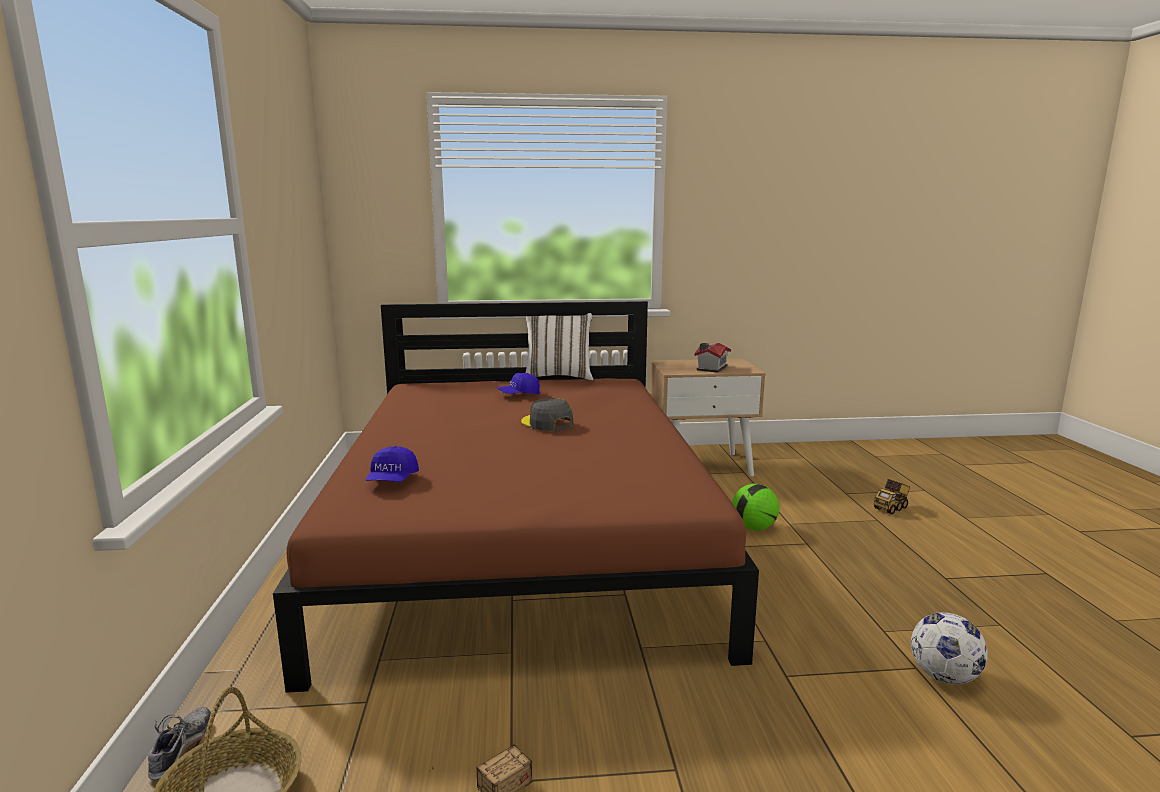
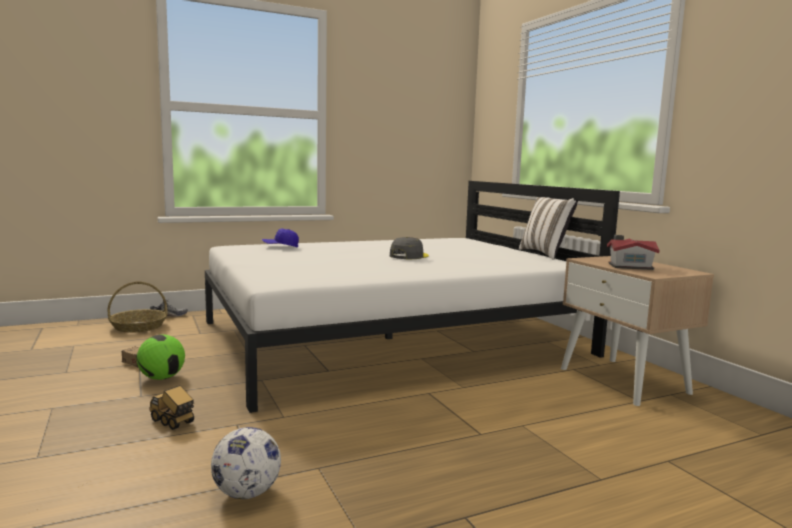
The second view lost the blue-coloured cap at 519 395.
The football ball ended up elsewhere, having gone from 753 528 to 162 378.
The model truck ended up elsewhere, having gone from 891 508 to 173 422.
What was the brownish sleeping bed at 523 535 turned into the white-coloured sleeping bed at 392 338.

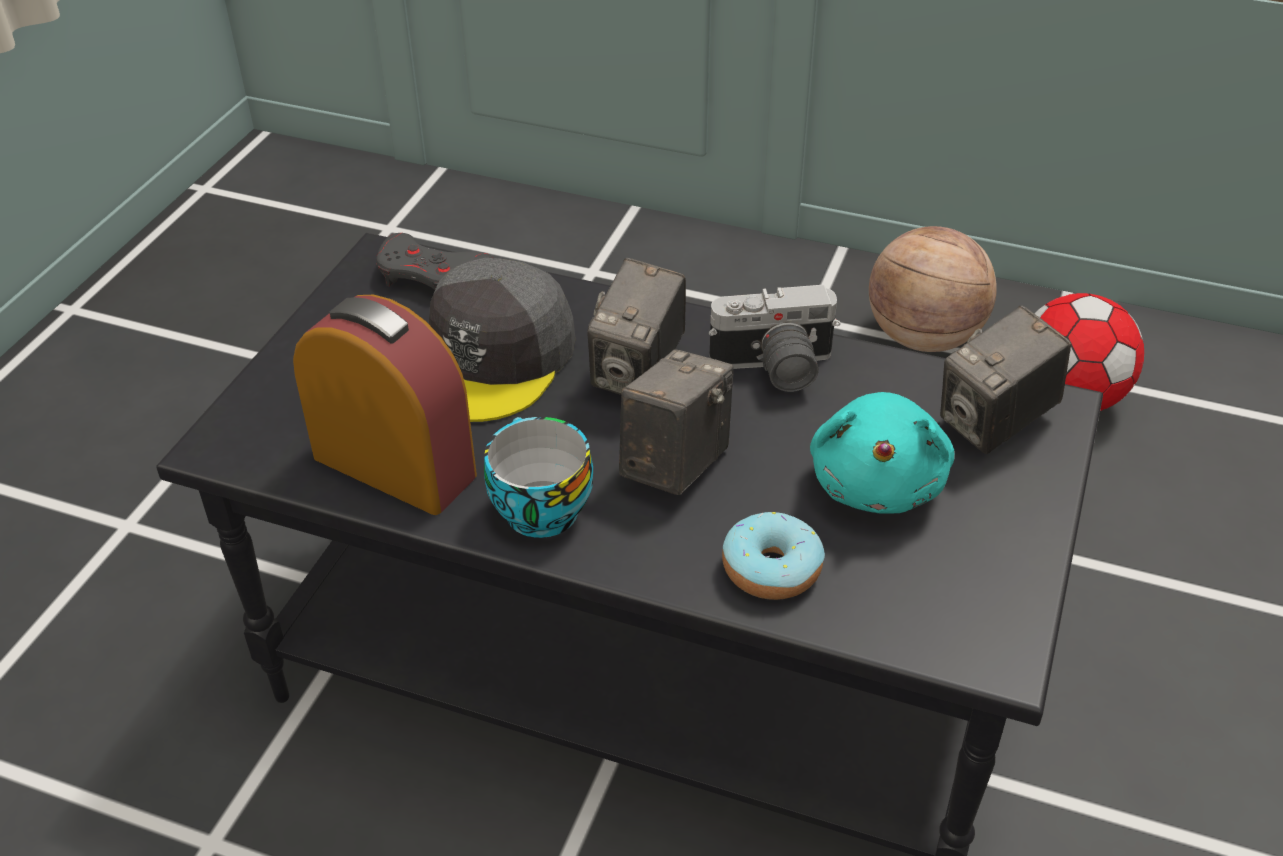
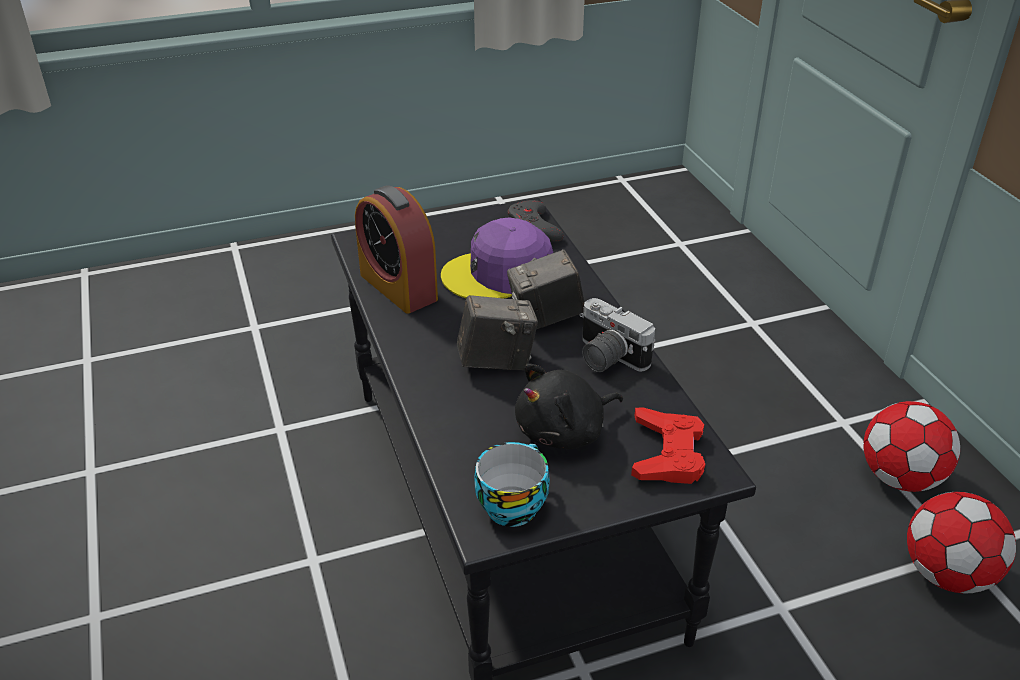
The second view lost the ring doughnut at 771 569.
The cup ended up elsewhere, having gone from 537 508 to 511 504.
Where the basketball stood at 923 338, the football ball came to stand at 900 478.
Where the photo camera stood at 995 423, the red-coloured joypad came to stand at 667 453.
What was the greyish cap at 493 358 turned into the purplish cap at 499 274.
What was the turquoise soft toy at 877 482 turned into the blackish soft toy at 564 432.
The alarm clock at 394 466 ended up facing another way, 150 degrees clockwise from before.

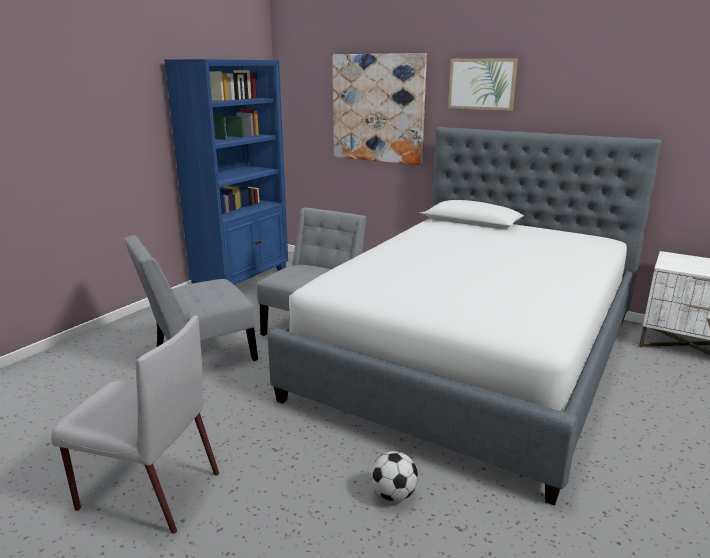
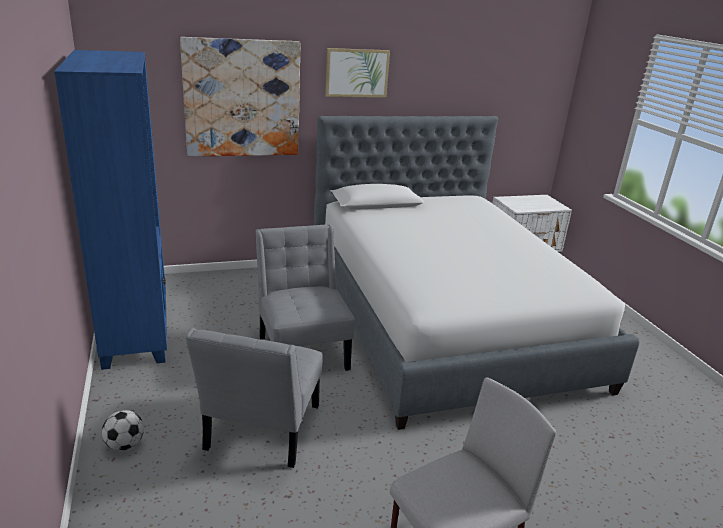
The football ball ended up elsewhere, having gone from 393 495 to 125 445.

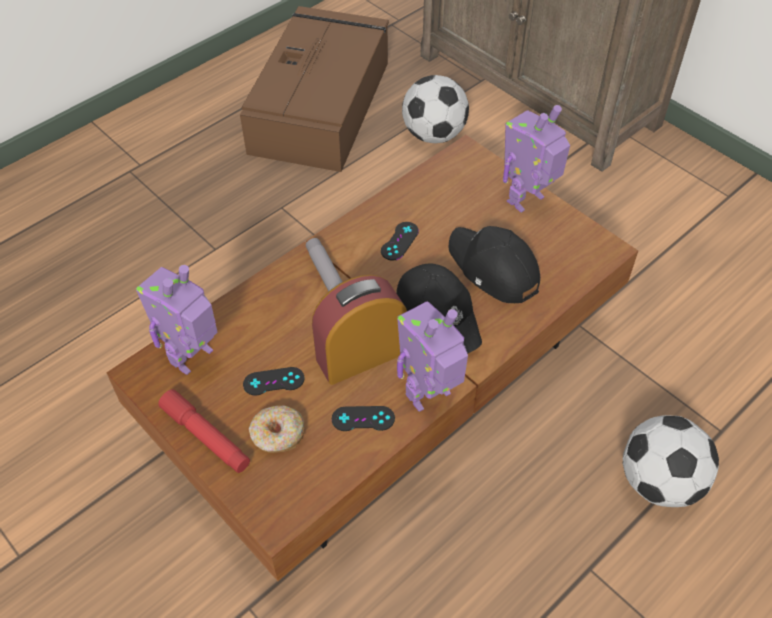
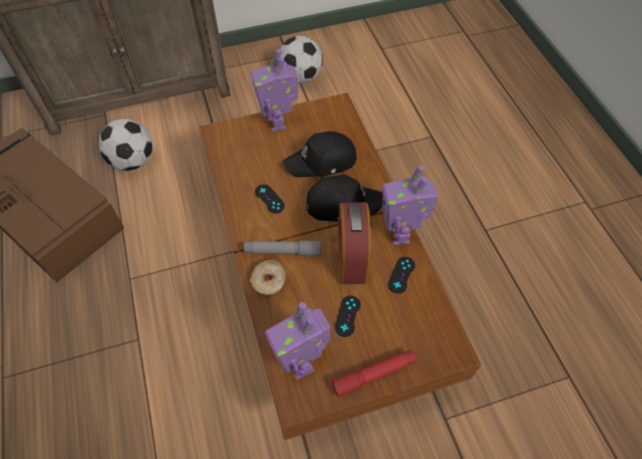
The ring doughnut ended up elsewhere, having gone from 277 435 to 269 281.
The football ball ended up elsewhere, having gone from 659 482 to 300 77.

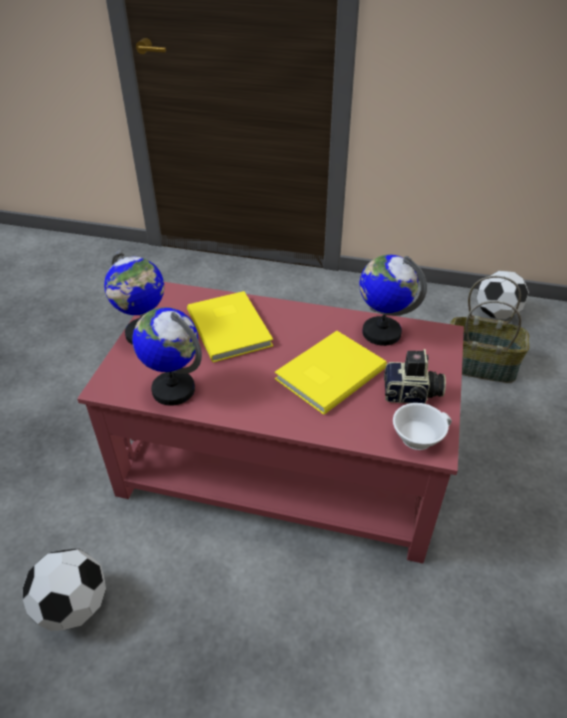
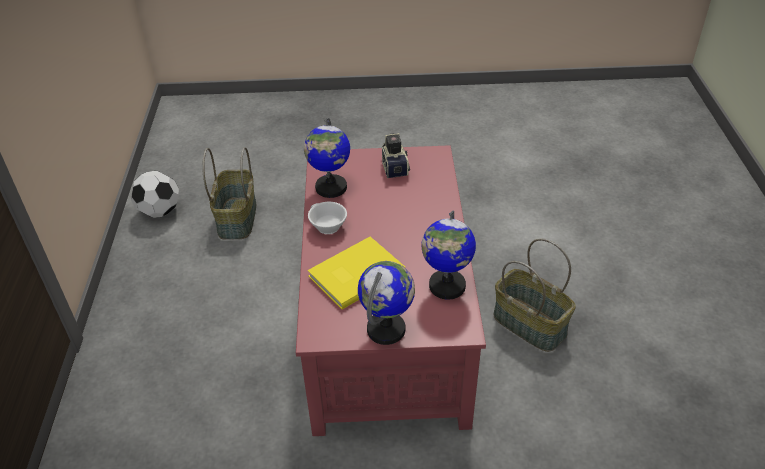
The second view lost the football ball at 74 606.
The second view lost the yellowish volume at 327 373.
The second view gained the household basket at 530 324.
The white-coloured cup ended up elsewhere, having gone from 417 436 to 326 226.

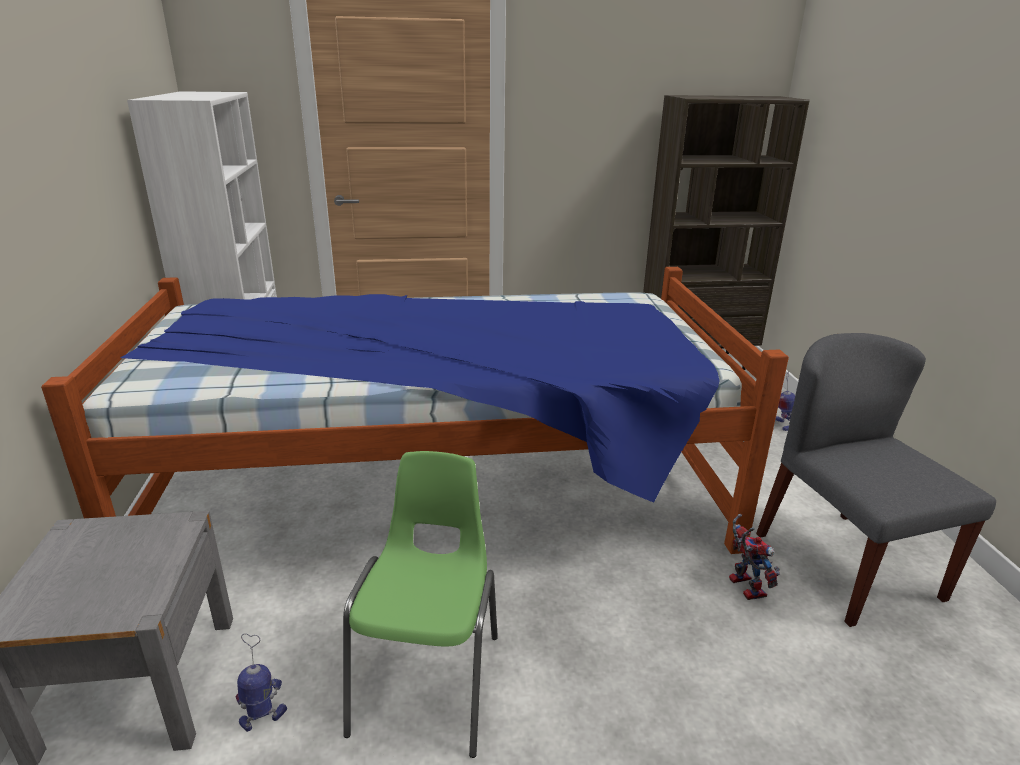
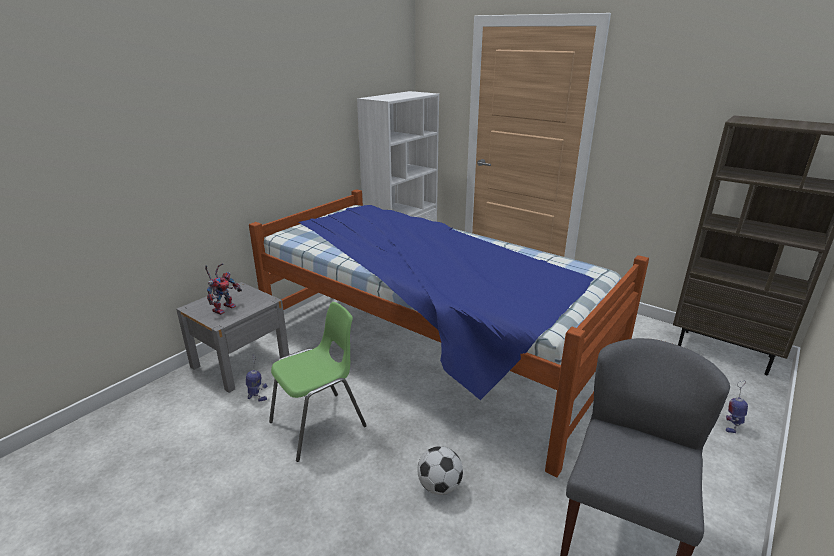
The second view gained the football ball at 439 486.
The robot figure ended up elsewhere, having gone from 742 585 to 224 307.

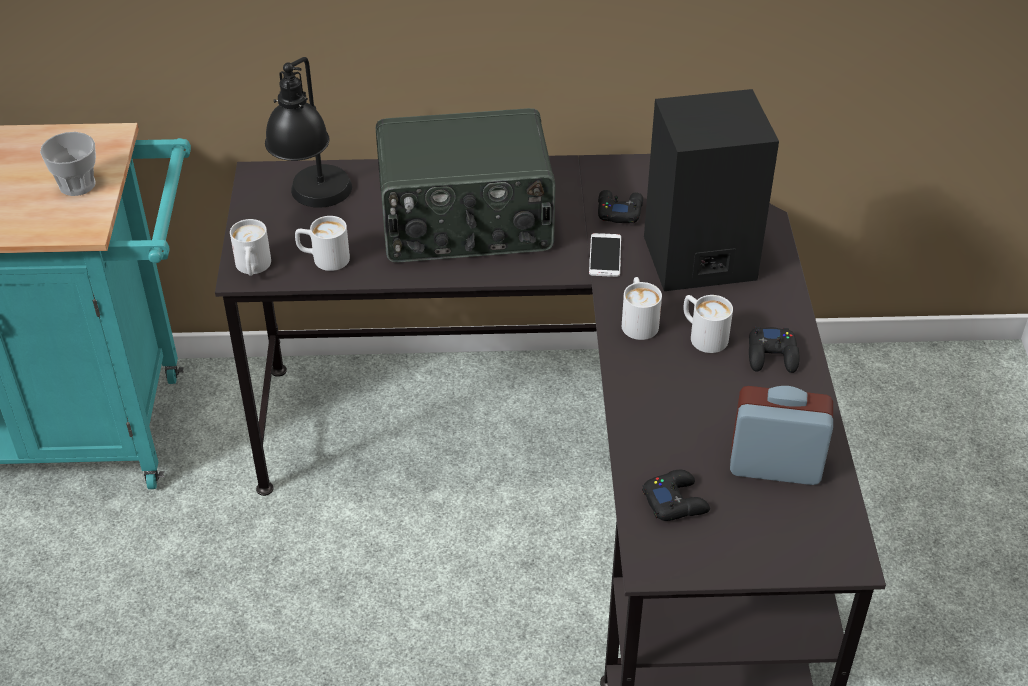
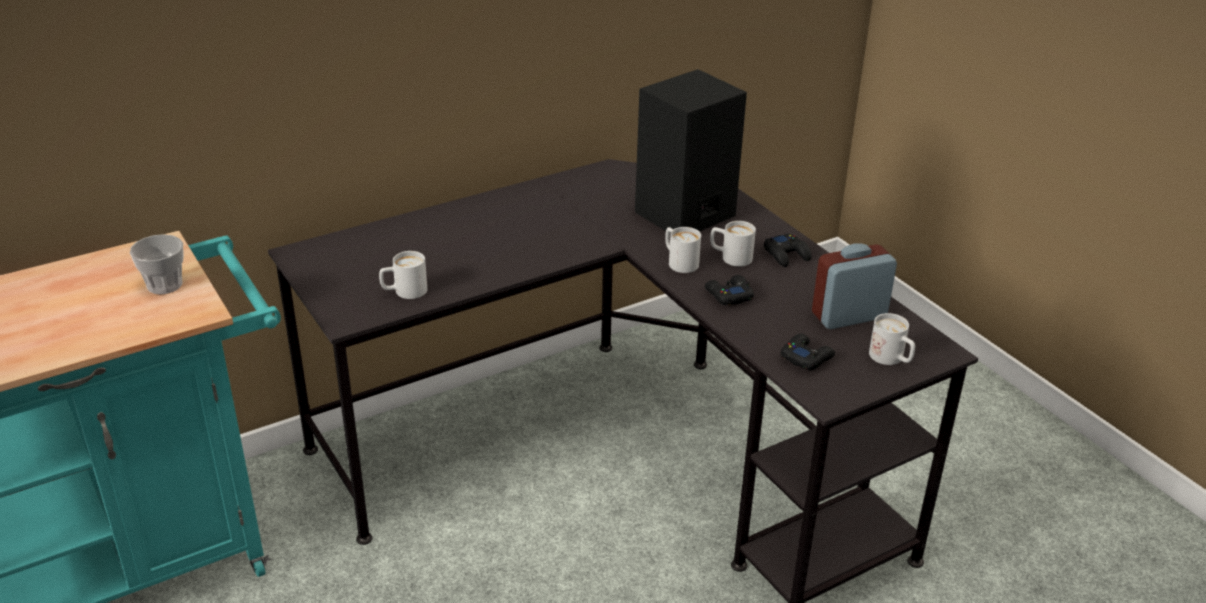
The second view lost the blackish table lamp at 315 205.
The second view lost the radio receiver at 465 223.
The second view lost the phone at 605 255.
The white-coloured mug ended up elsewhere, having gone from 253 268 to 891 359.
The blackish joypad ended up elsewhere, having gone from 619 211 to 728 295.

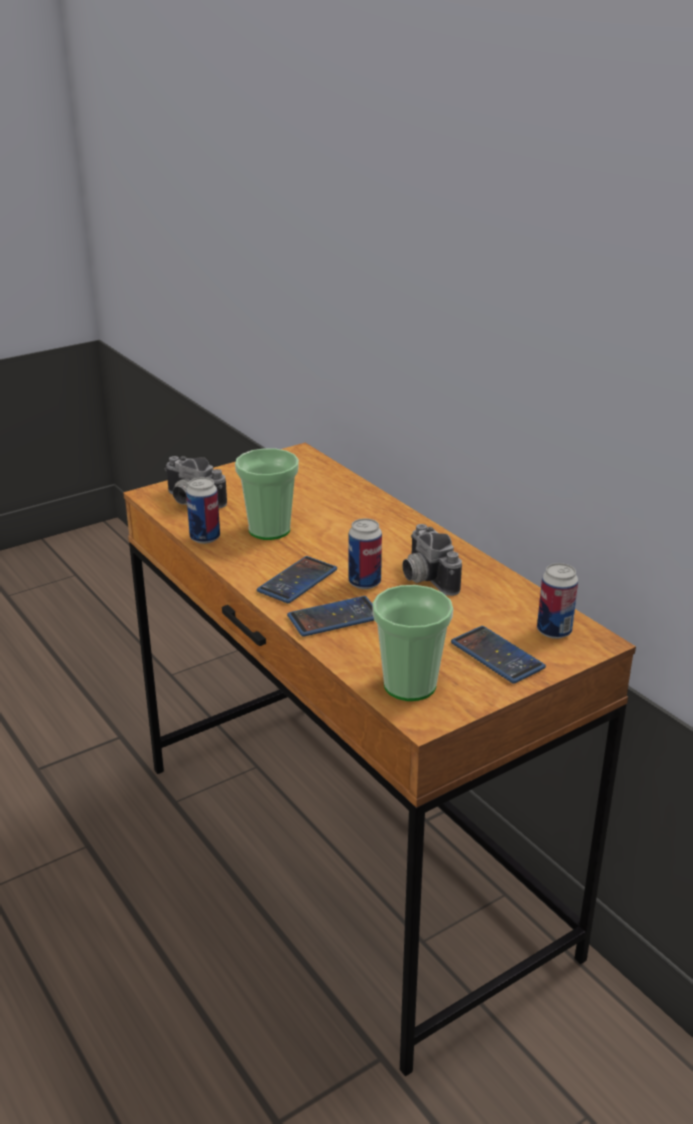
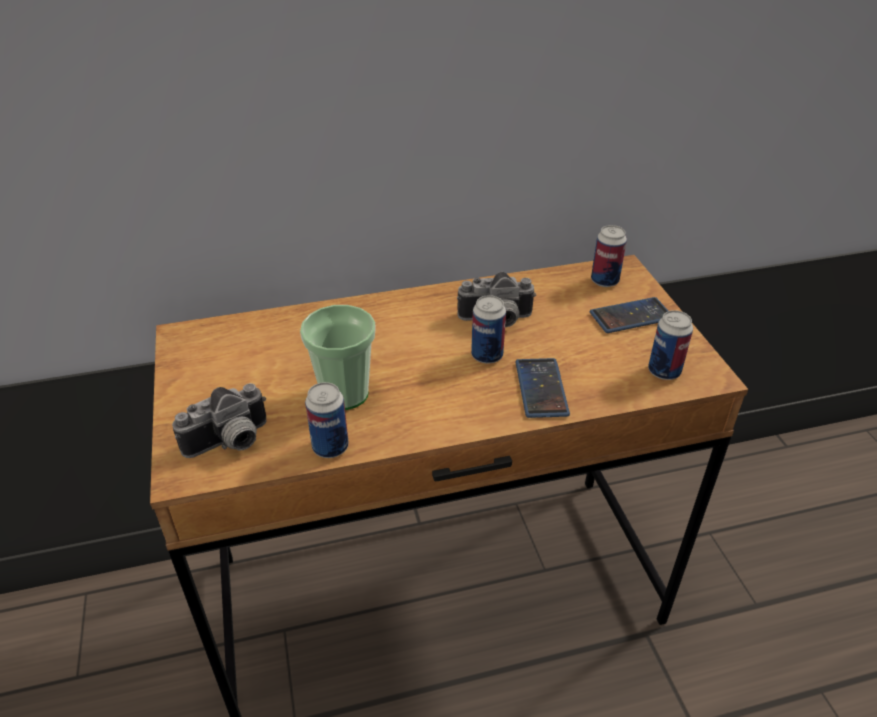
The second view lost the phone at 297 581.
Where the cup stood at 409 685, the sealed can came to stand at 664 371.

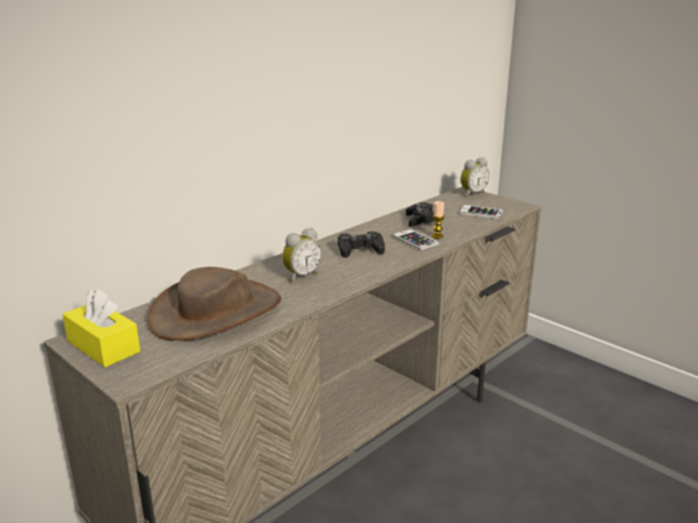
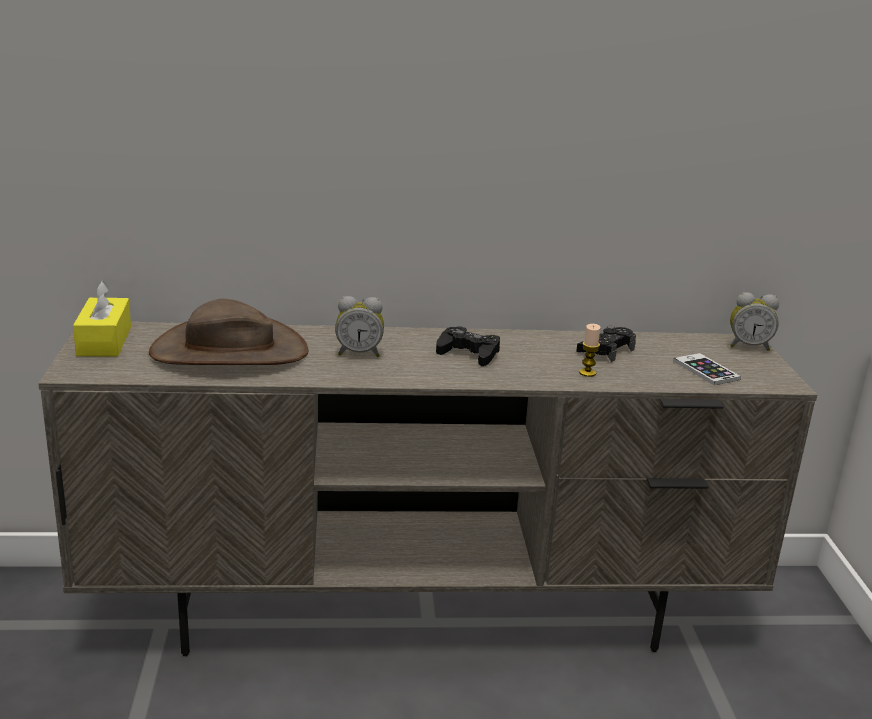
The second view lost the phone at 414 240.

